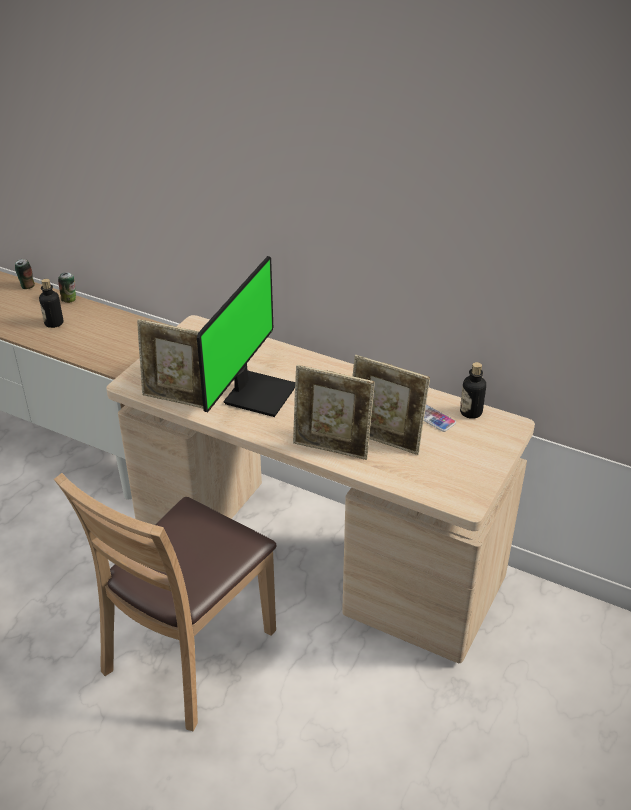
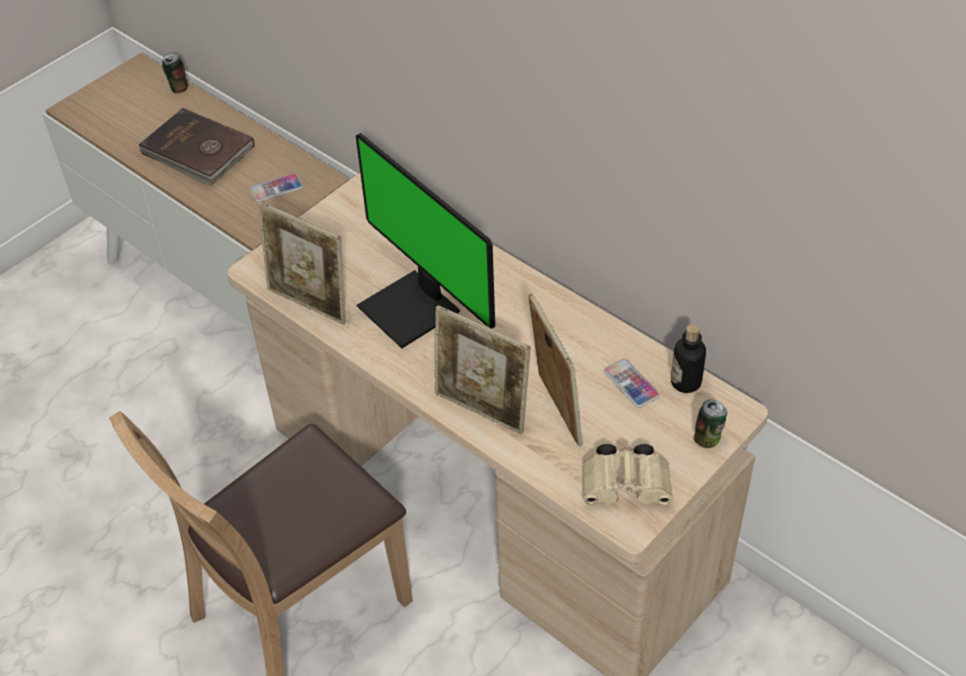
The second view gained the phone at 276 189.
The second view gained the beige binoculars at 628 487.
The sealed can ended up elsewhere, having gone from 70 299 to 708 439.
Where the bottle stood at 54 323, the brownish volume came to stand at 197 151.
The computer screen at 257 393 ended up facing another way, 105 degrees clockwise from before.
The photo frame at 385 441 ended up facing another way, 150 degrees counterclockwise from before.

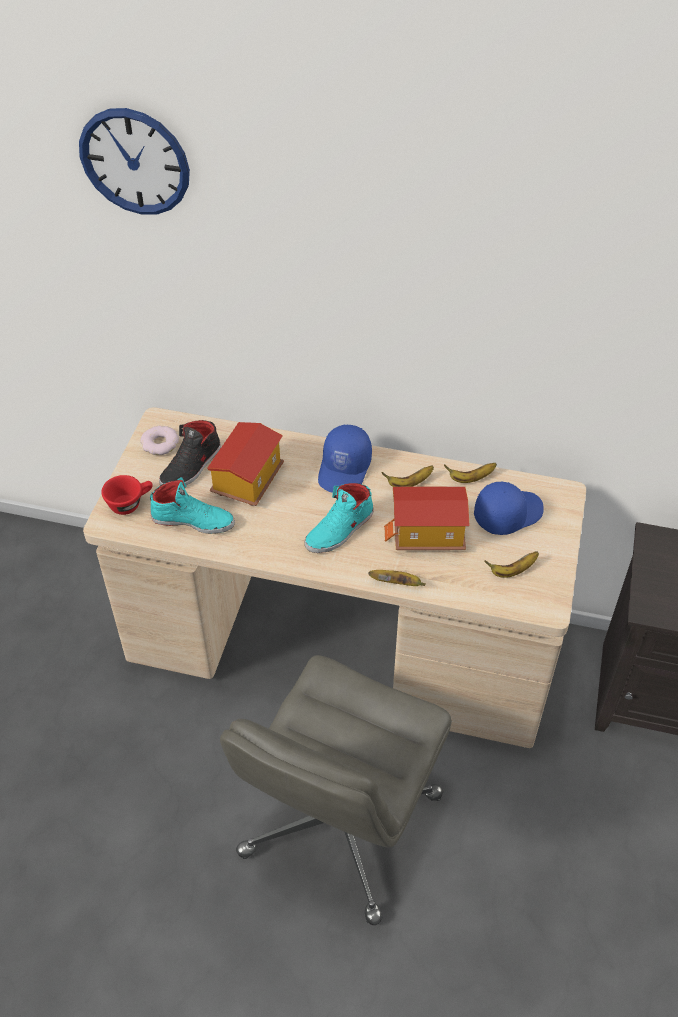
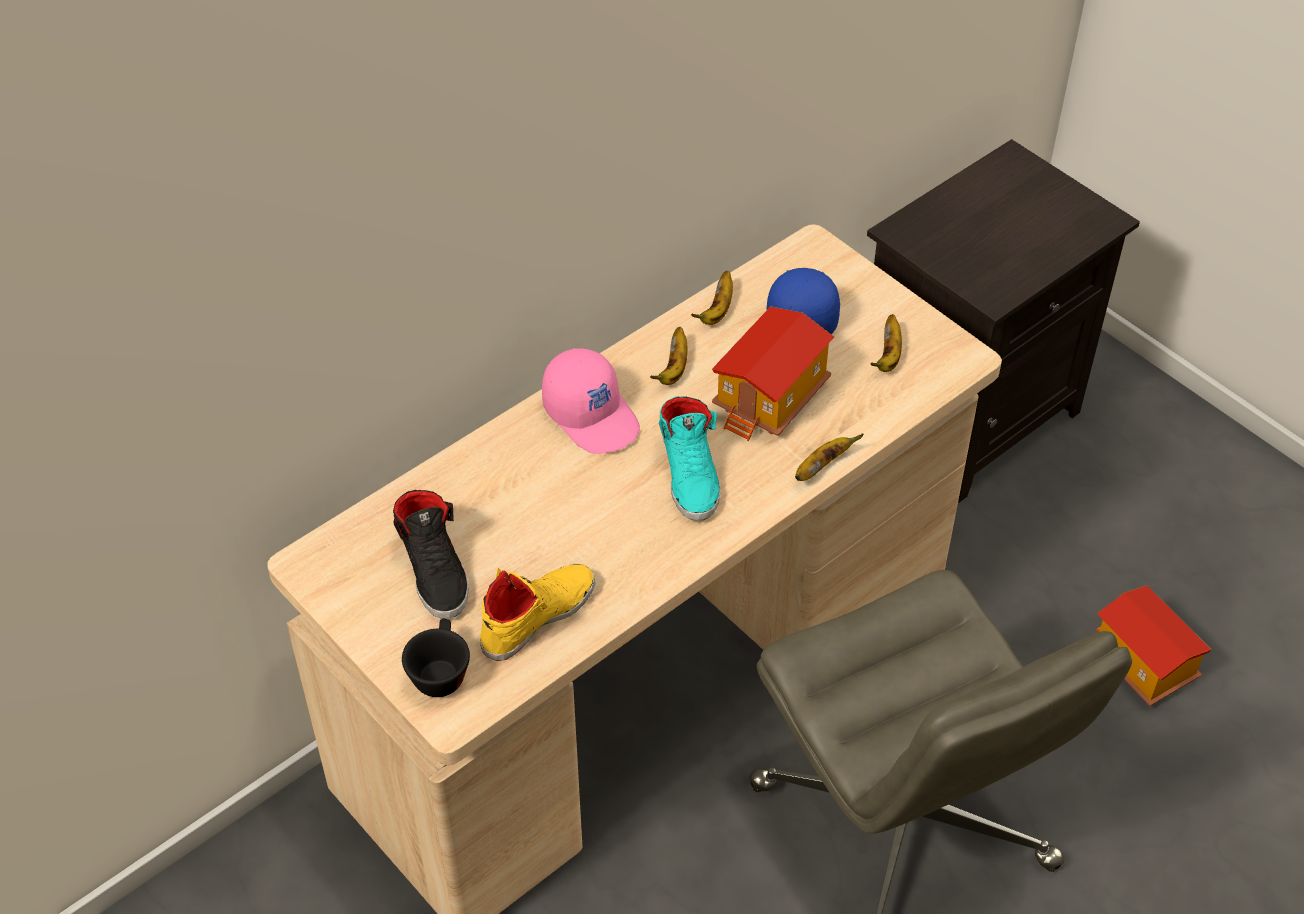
The second view lost the hanging clock at 135 162.
The second view lost the ring doughnut at 160 444.
The model house ended up elsewhere, having gone from 247 480 to 1140 665.
What was the red-coloured cup at 130 503 turned into the blackish cup at 439 671.
What was the turquoise shoe at 193 520 turned into the yellowish shoe at 537 615.
What was the blue-coloured cap at 345 469 turned into the pink-coloured cap at 592 415.

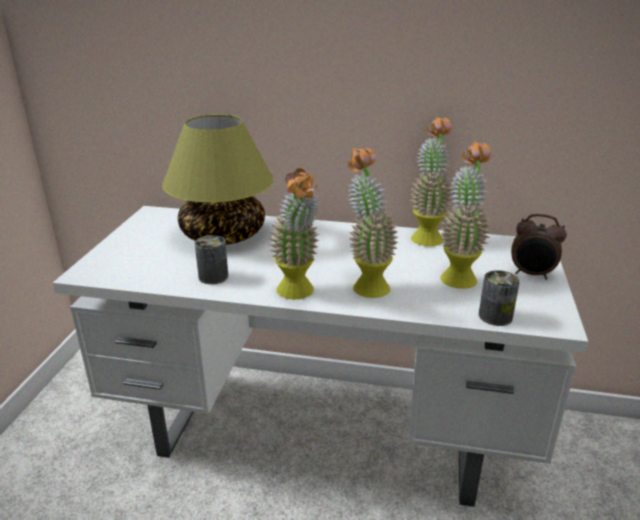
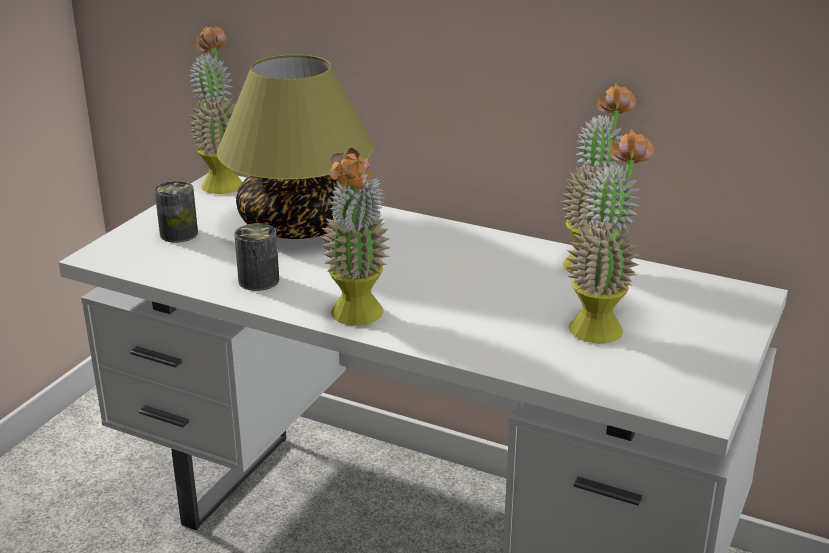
The second view lost the alarm clock at 531 274.
The potted plant ended up elsewhere, having gone from 366 284 to 221 181.
The sealed can ended up elsewhere, having gone from 495 316 to 179 234.

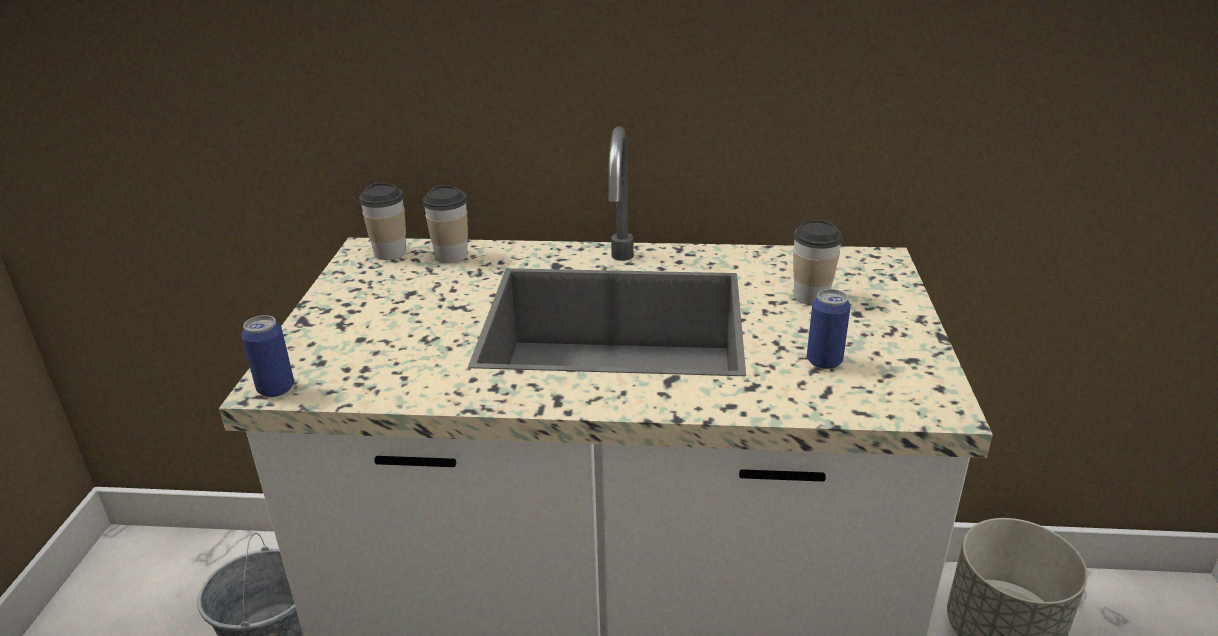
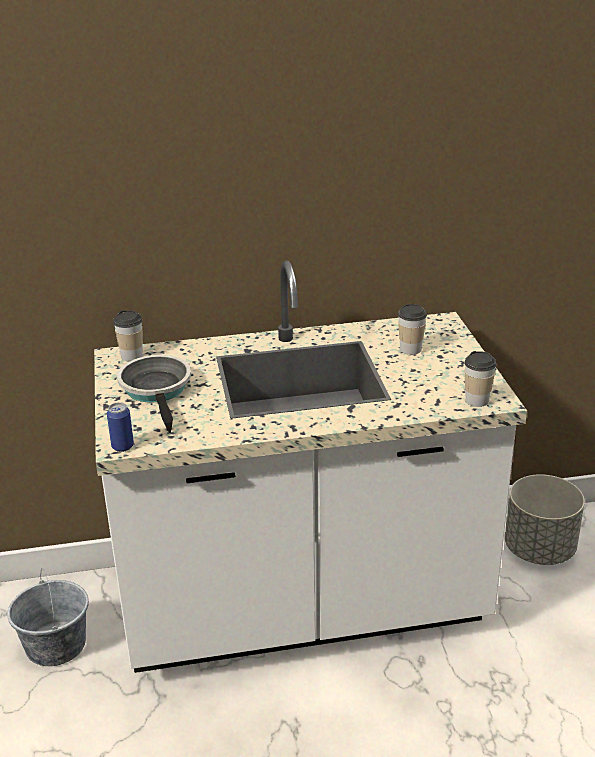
The second view lost the sealed can at 824 361.
The second view gained the skillet at 157 390.
The cup ended up elsewhere, having gone from 451 256 to 477 400.

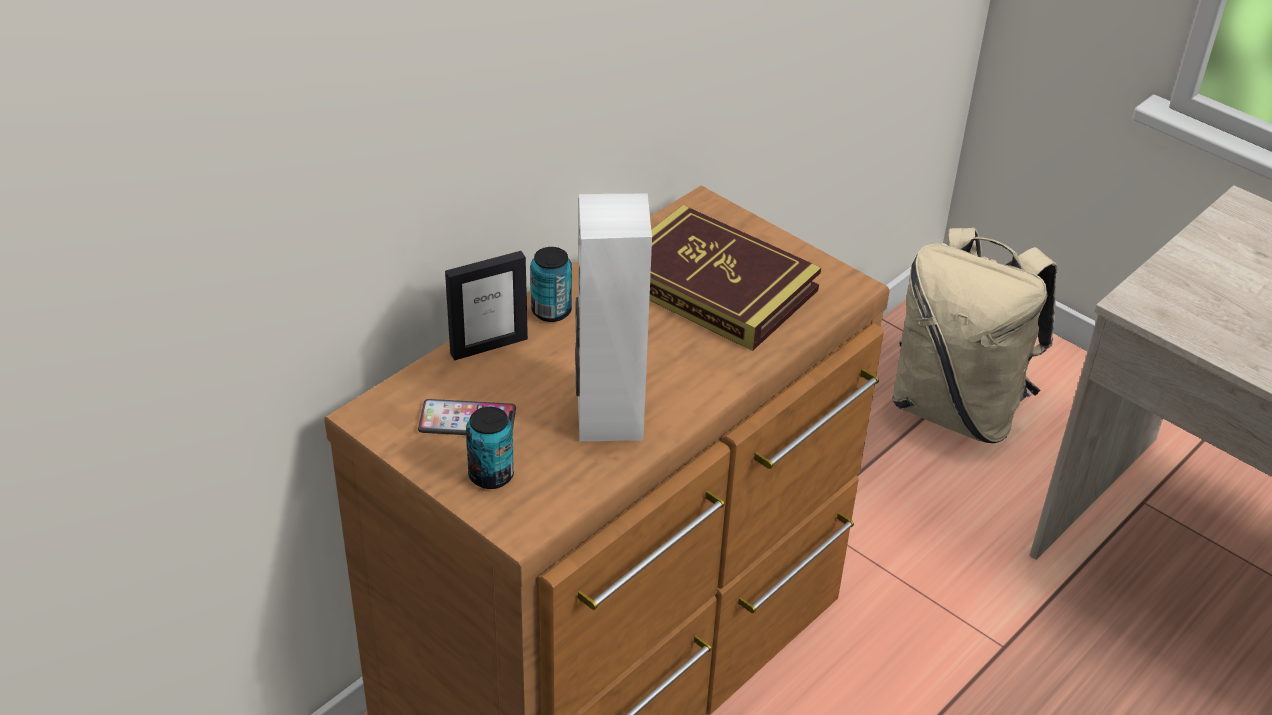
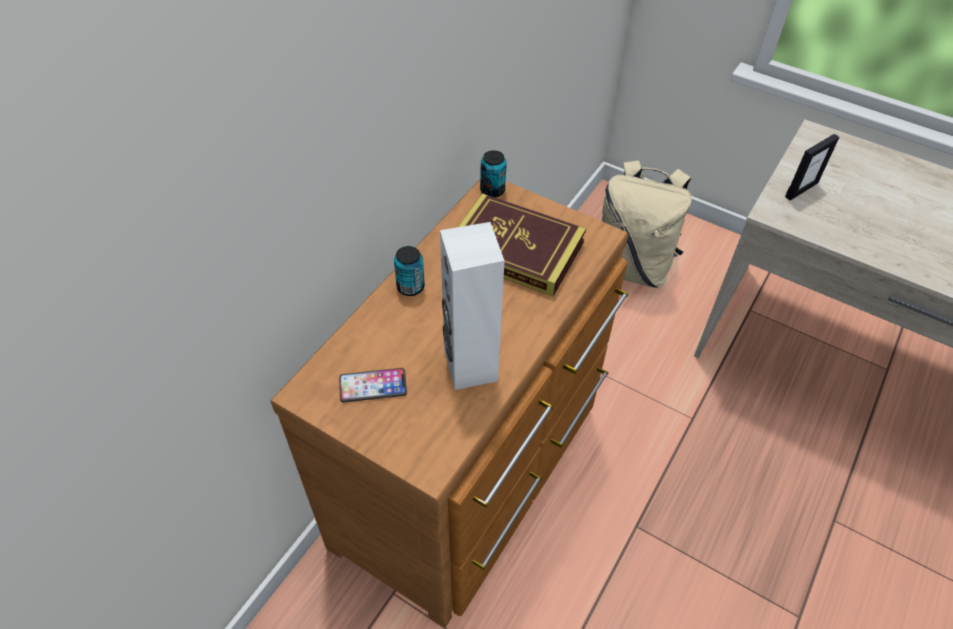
The photo frame ended up elsewhere, having gone from 488 346 to 801 189.
The sealed can ended up elsewhere, having gone from 491 475 to 492 190.

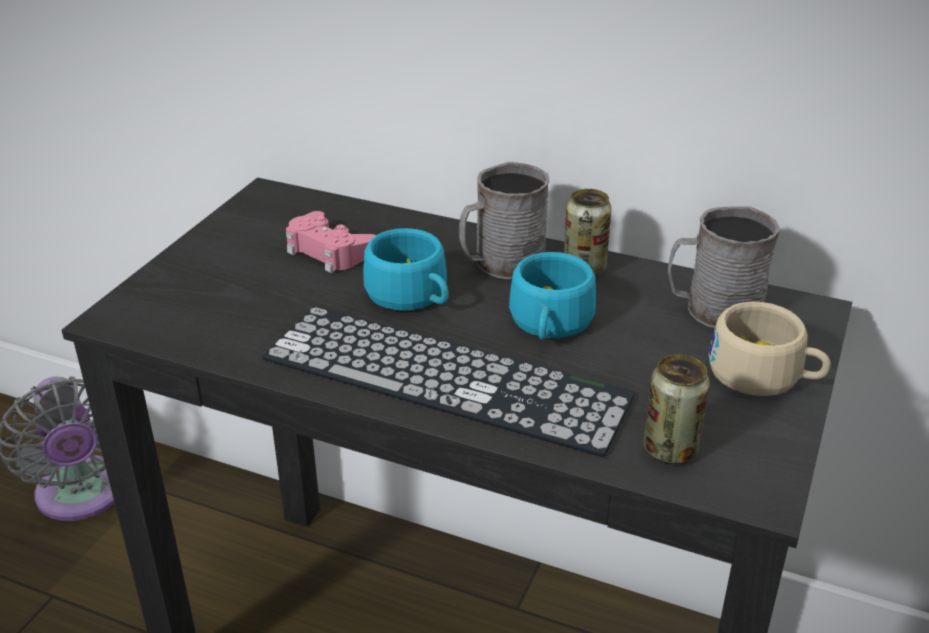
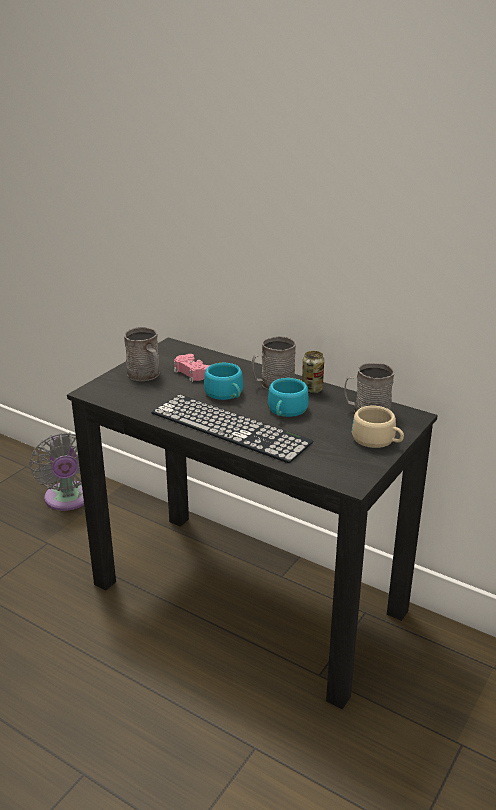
The second view lost the sealed can at 670 449.
The second view gained the greyish mug at 146 375.

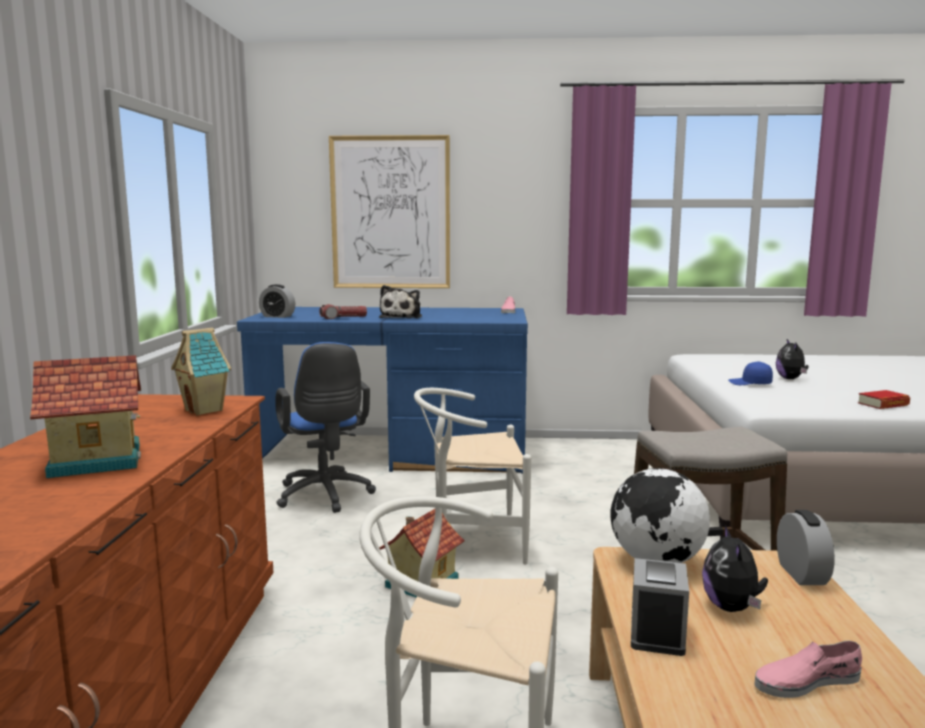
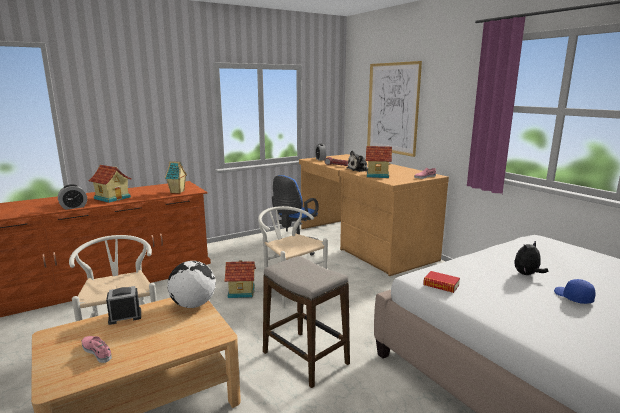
The second view lost the soft toy at 732 608.
The second view gained the model house at 377 175.
The blue-coloured cap ended up elsewhere, having gone from 750 383 to 572 297.
The alarm clock ended up elsewhere, having gone from 801 574 to 74 207.
The volume ended up elsewhere, having gone from 883 404 to 441 285.
What was the blue-coloured desk at 393 453 turned into the brownish desk at 363 243.

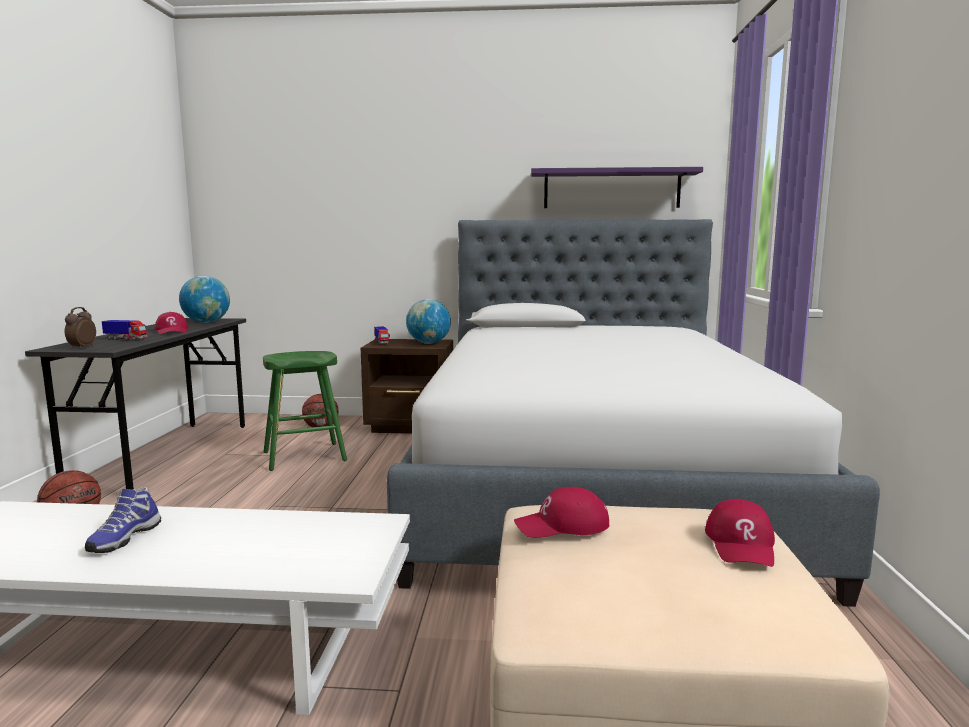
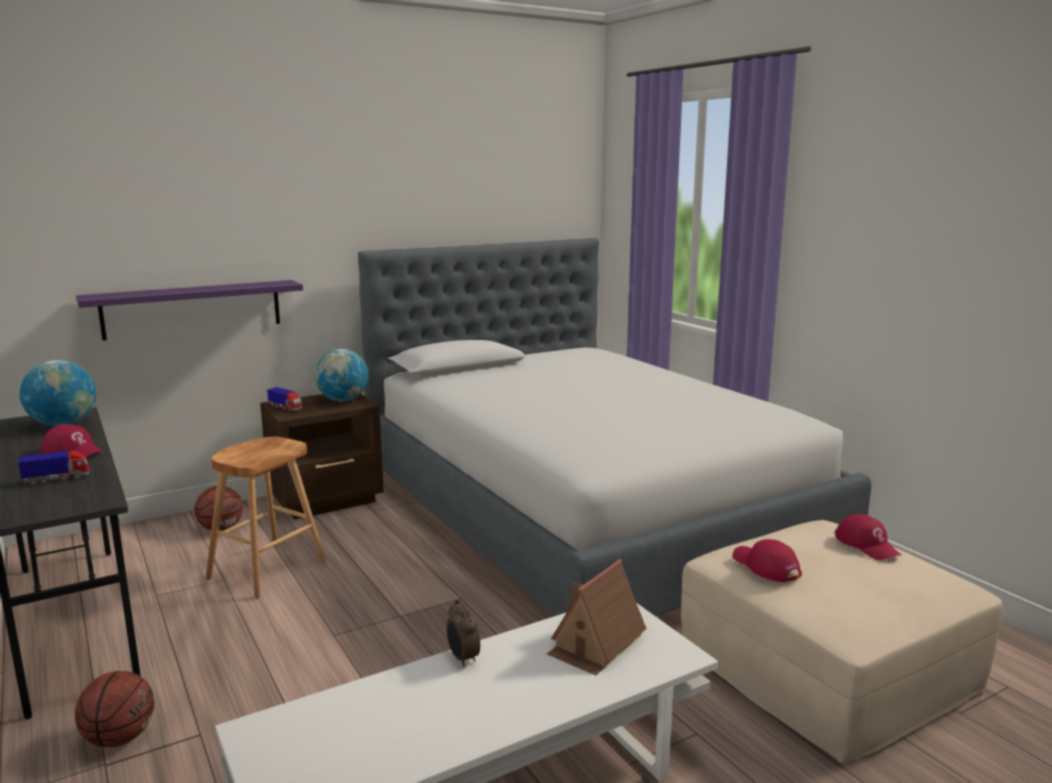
The second view lost the shoe at 123 538.
The second view gained the model house at 596 644.
The alarm clock ended up elsewhere, having gone from 81 348 to 462 658.
The purplish shelf ended up elsewhere, having gone from 611 189 to 193 309.
What was the green-coloured stool seat at 304 456 turned into the brownish stool seat at 266 570.
The red-coloured cap at 562 525 ended up facing another way, 105 degrees clockwise from before.

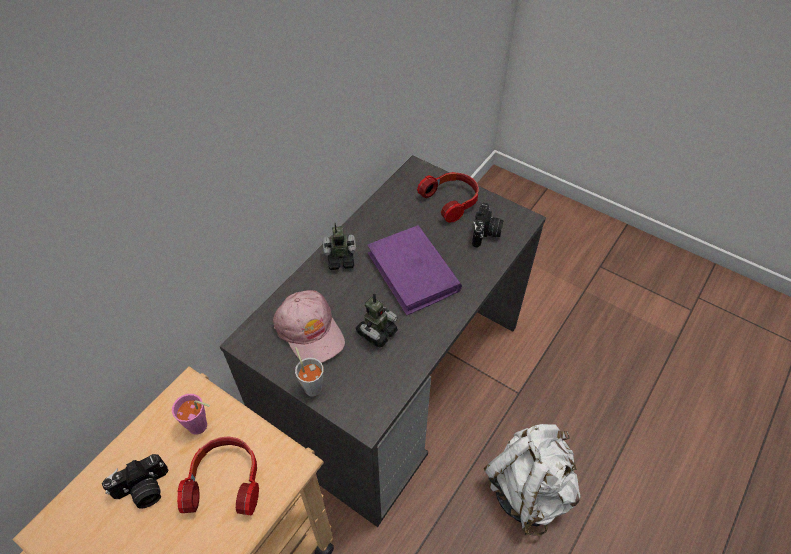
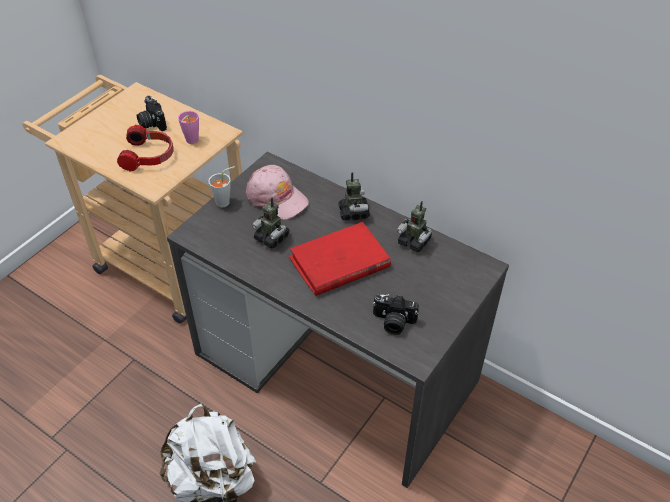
The second view lost the headset at 451 201.
The second view gained the robot figure at 414 241.
What was the purplish volume at 413 272 turned into the red-coloured volume at 339 263.
The pink-coloured cap at 310 331 ended up facing another way, 105 degrees counterclockwise from before.

